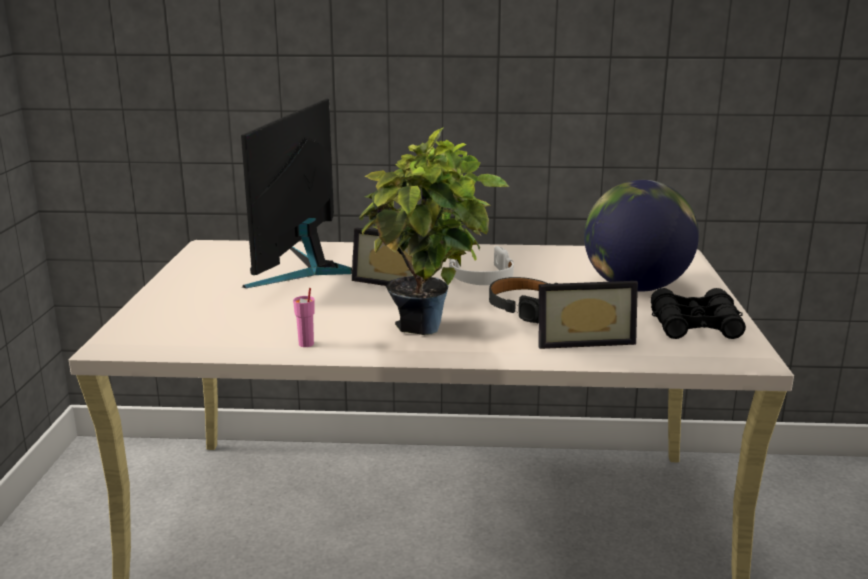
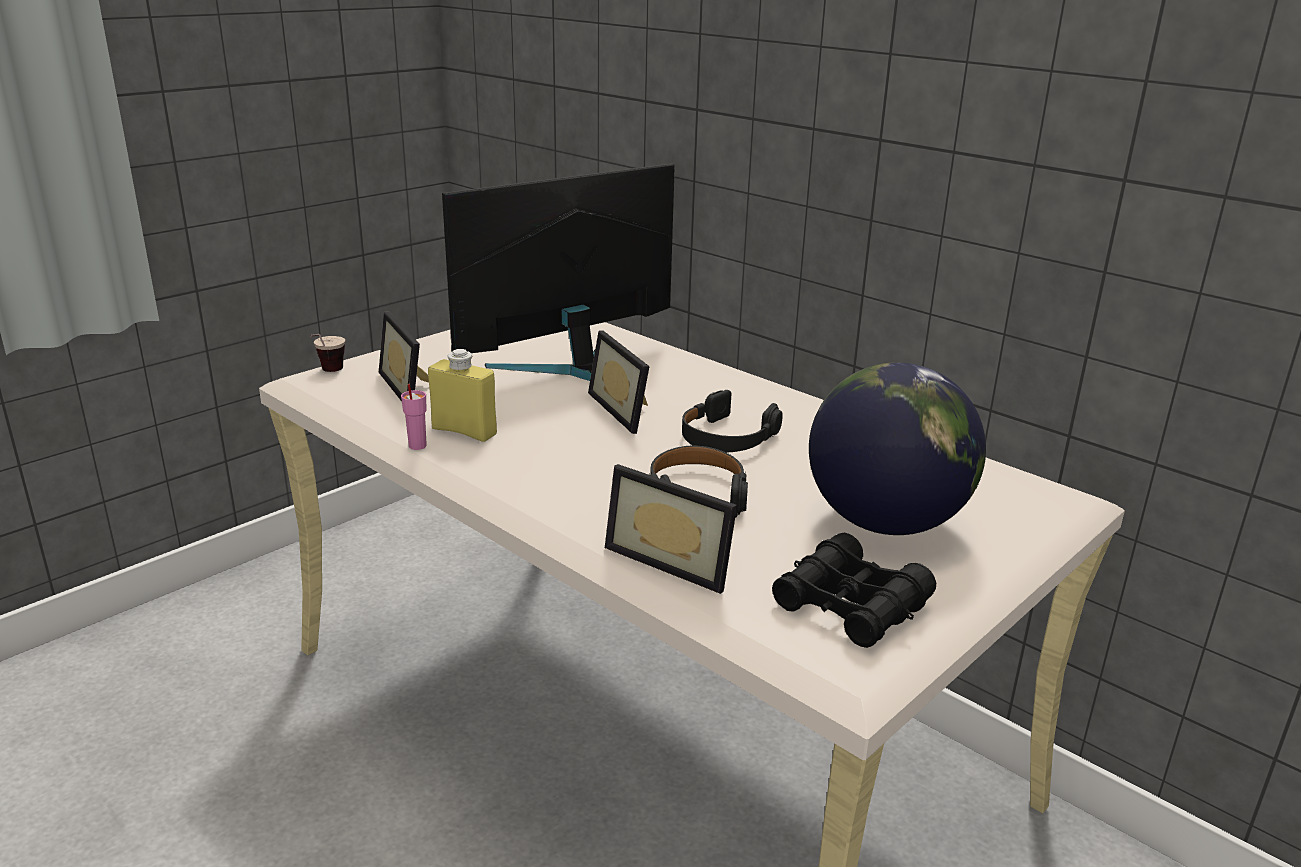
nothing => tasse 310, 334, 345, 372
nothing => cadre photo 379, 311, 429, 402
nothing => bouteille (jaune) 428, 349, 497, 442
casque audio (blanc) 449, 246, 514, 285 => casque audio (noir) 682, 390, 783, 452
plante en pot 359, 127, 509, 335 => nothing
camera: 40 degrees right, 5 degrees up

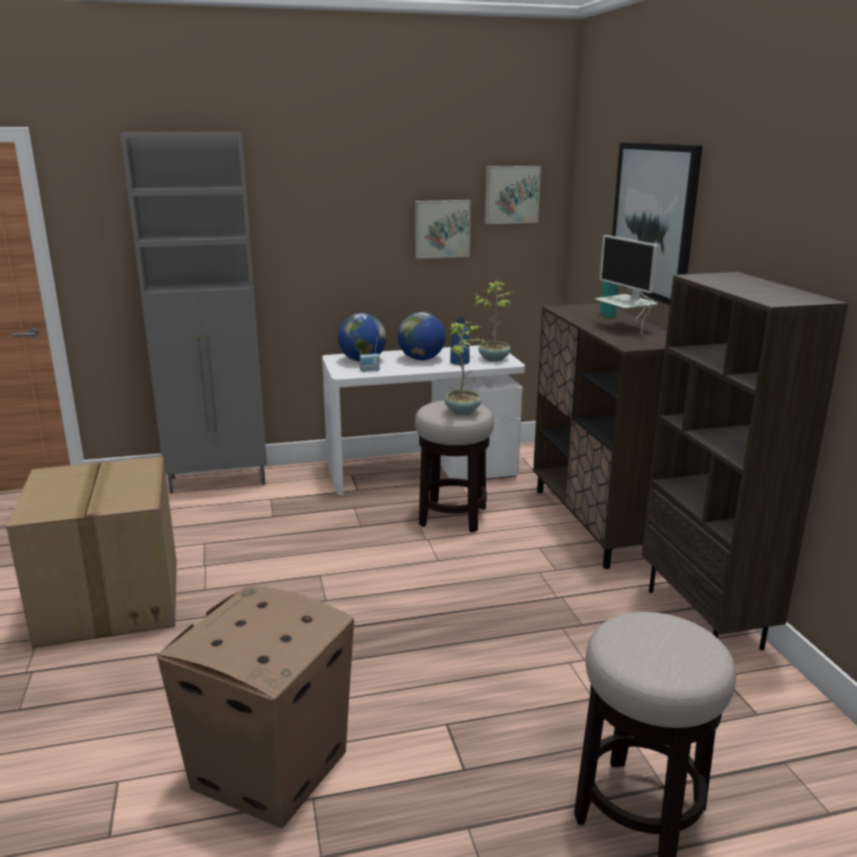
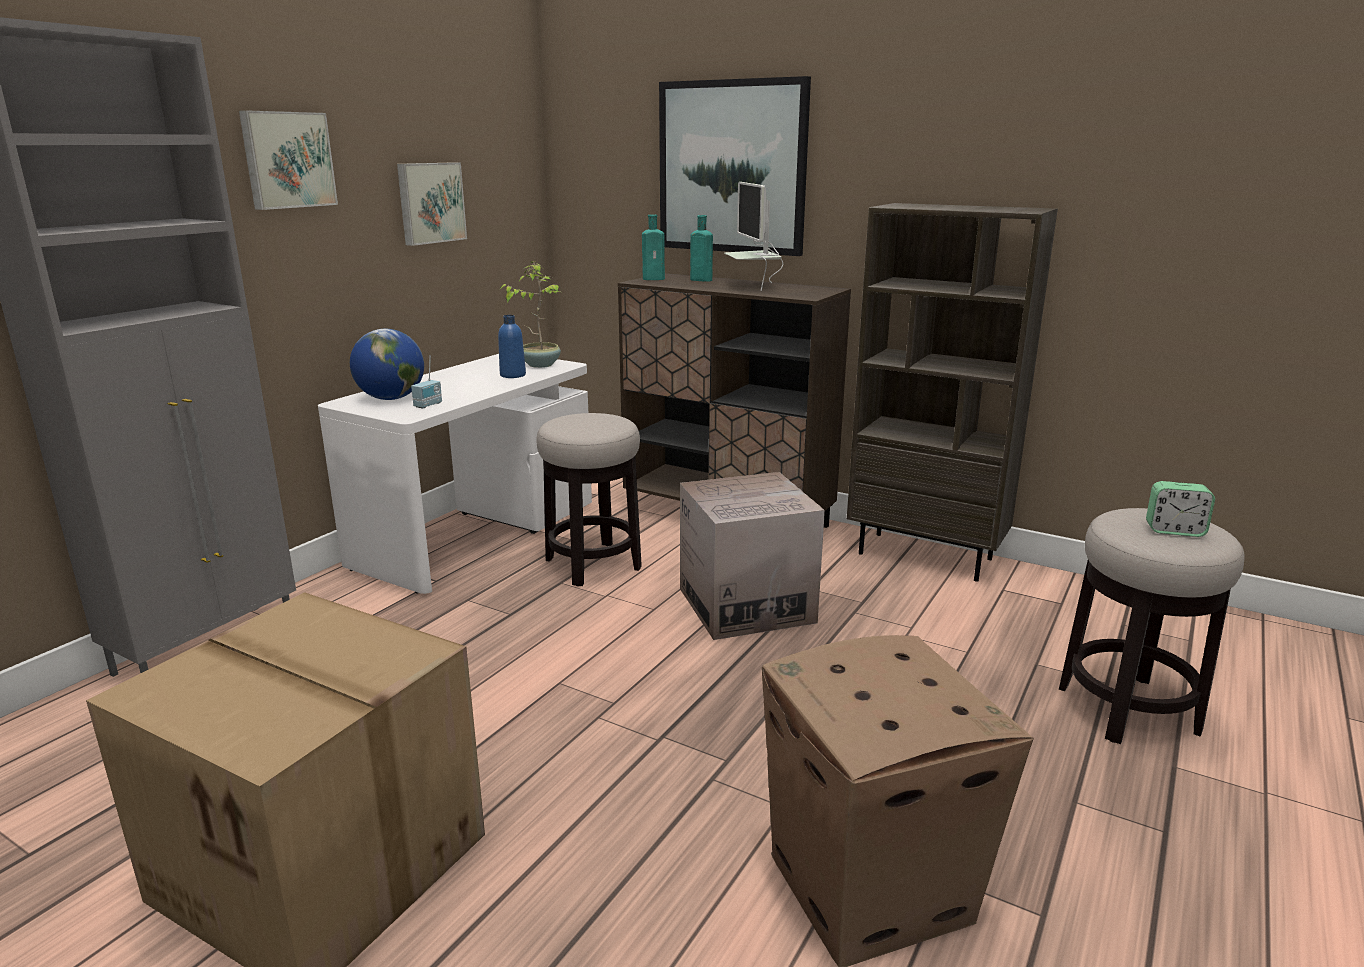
tableau 485, 166, 541, 224 => tableau 239, 110, 338, 210, shifted
nothing => bouteille (turquoise) 642, 215, 665, 280
nothing => carton 680, 472, 825, 640
écran d'ordinateur 595, 235, 658, 334 => écran d'ordinateur 724, 182, 783, 291, 60 degrees clockwise
nothing => réveil 1146, 481, 1215, 537
globe 398, 312, 446, 360 => nothing
plante en pot 444, 322, 486, 415 => nothing
camera: 45 degrees left, 0 degrees up

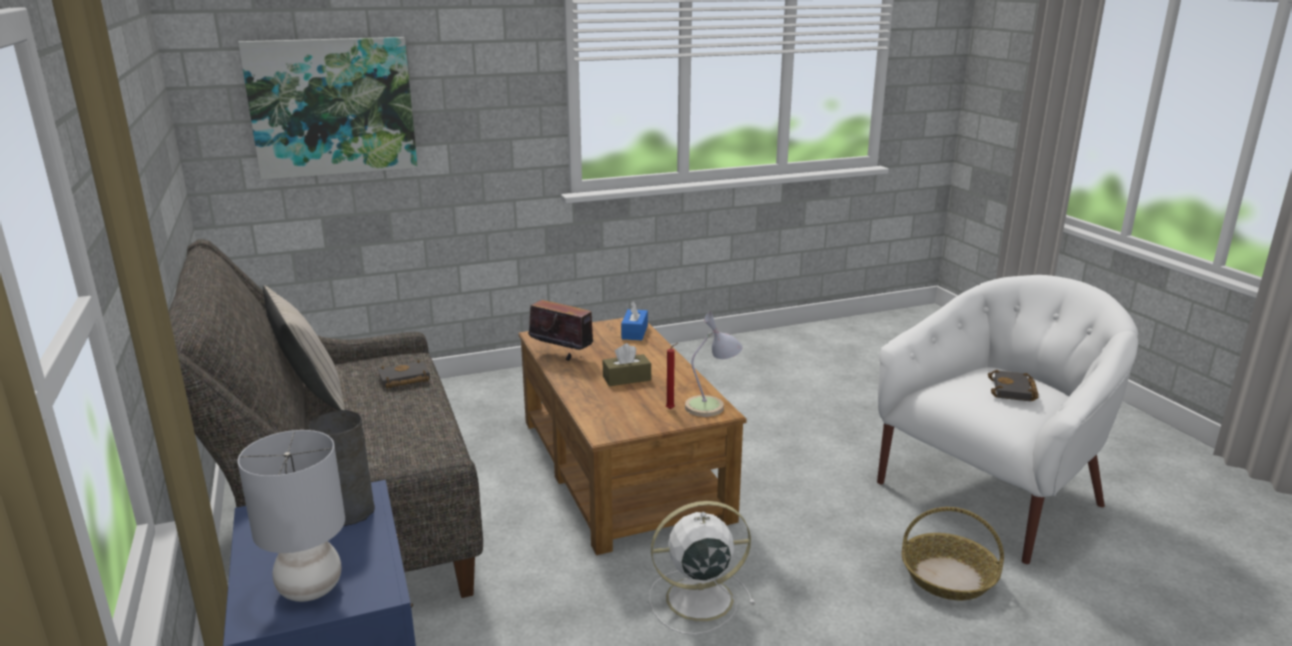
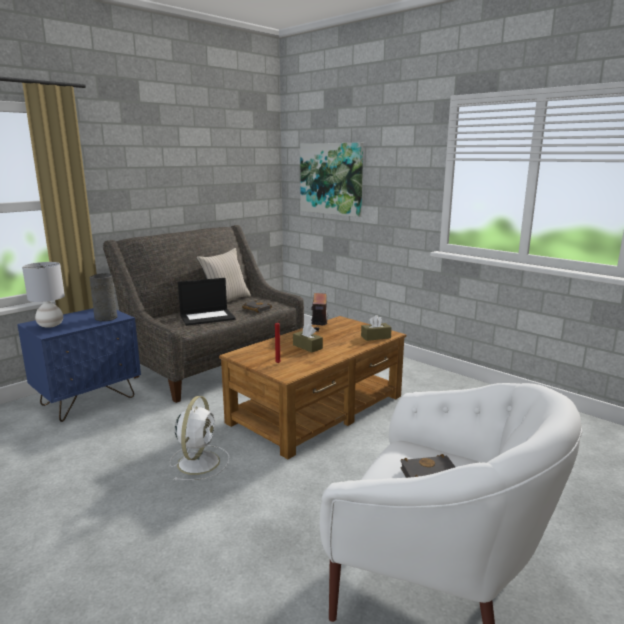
ventilateur (blanc) 649, 501, 755, 635 => ventilateur (blanc) 170, 396, 229, 480, 45 degrees clockwise
nothing => ordinateur portable 178, 278, 236, 326
boîte à mouchoirs (bleu) 621, 301, 648, 340 => boîte à mouchoirs (marron) 361, 315, 392, 341
lampe de table 685, 311, 743, 417 => nothing
panier 901, 507, 1004, 600 => nothing
camera: 65 degrees right, 5 degrees down

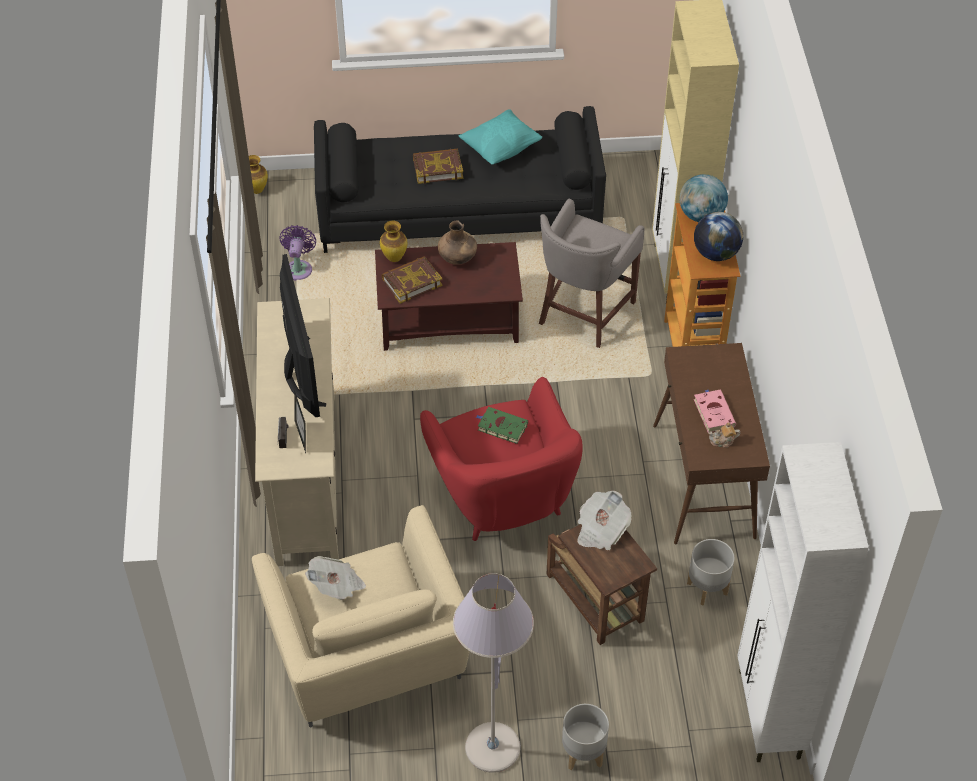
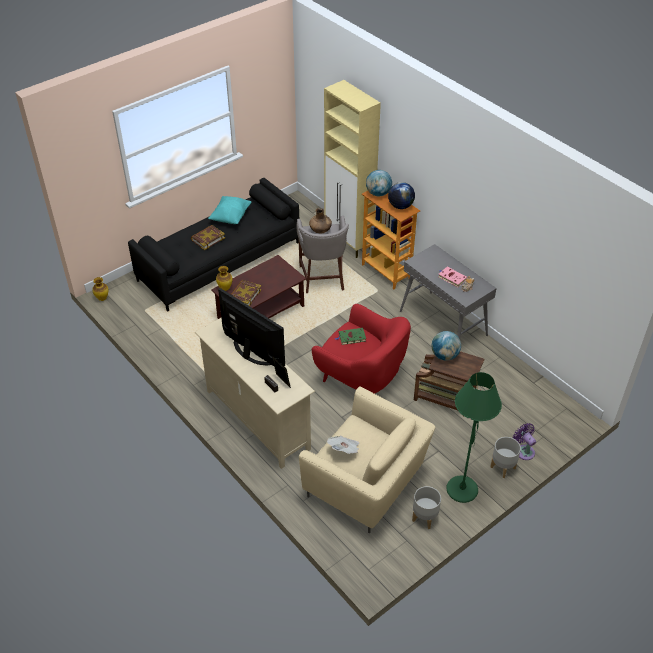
vase (marron) 438, 220, 477, 265 => vase (marron) 309, 208, 332, 234, shifted
table console (marron) 653, 343, 770, 544 => table console (gris) 400, 244, 497, 339
cache-pot (gris) 687, 539, 735, 606 => cache-pot (gris) 412, 486, 441, 529, shifted
journal 577, 491, 632, 550 => globe 432, 331, 461, 361
lampadaire (gris) 453, 573, 534, 773 => lampadaire (vert) 446, 372, 502, 503
ventilateur (violet) 280, 225, 316, 281 => ventilateur (violet) 513, 423, 536, 460, shifted
meuble de rangement (blanc) 737, 442, 869, 762 => nothing
camera: 35 degrees left, 5 degrees down

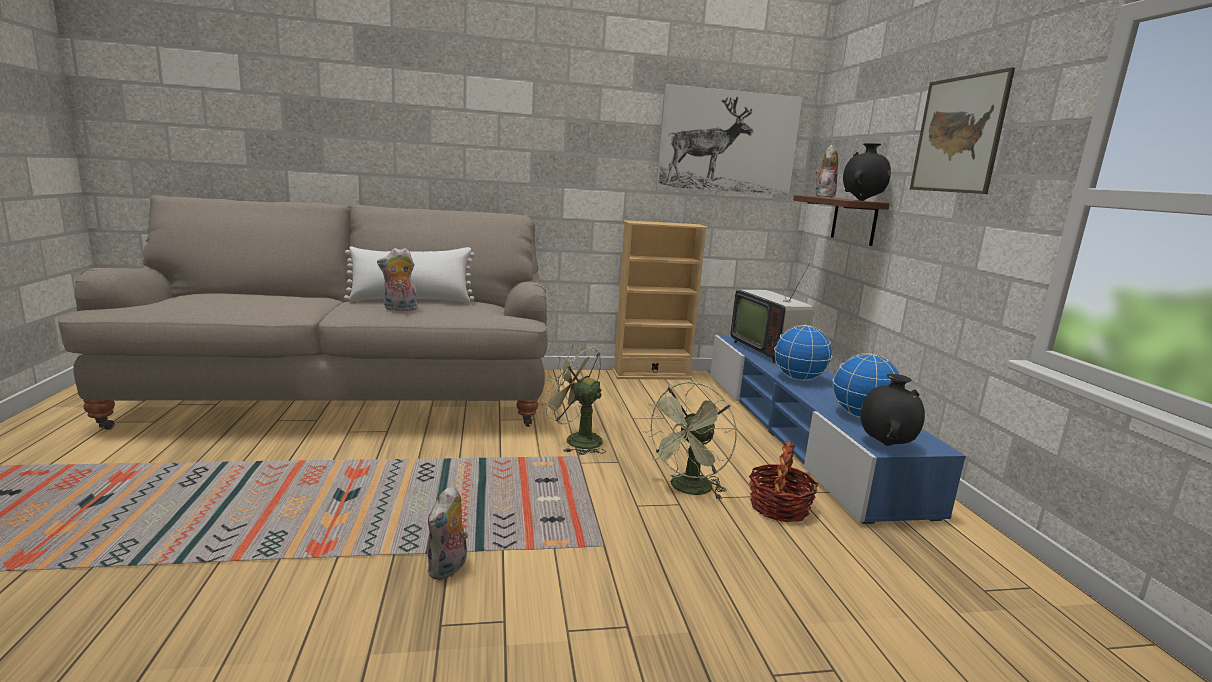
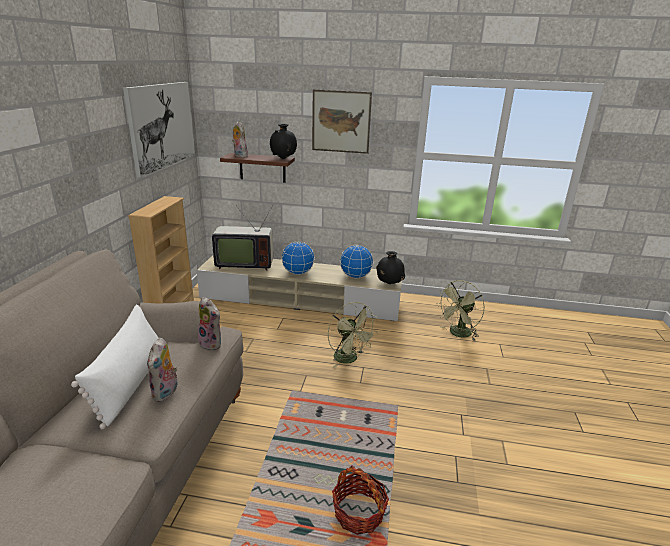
meuble télé (bleu) 710, 335, 966, 524 => meuble télé (beige) 197, 255, 402, 321
peluche 427, 485, 468, 580 => peluche 198, 297, 221, 351, shifted
panier 749, 442, 818, 522 => panier 332, 466, 389, 535, shifted
ventilateur (vert) 542, 344, 606, 455 => ventilateur (vert) 437, 280, 485, 341, shifted
camera: 70 degrees left, 10 degrees up

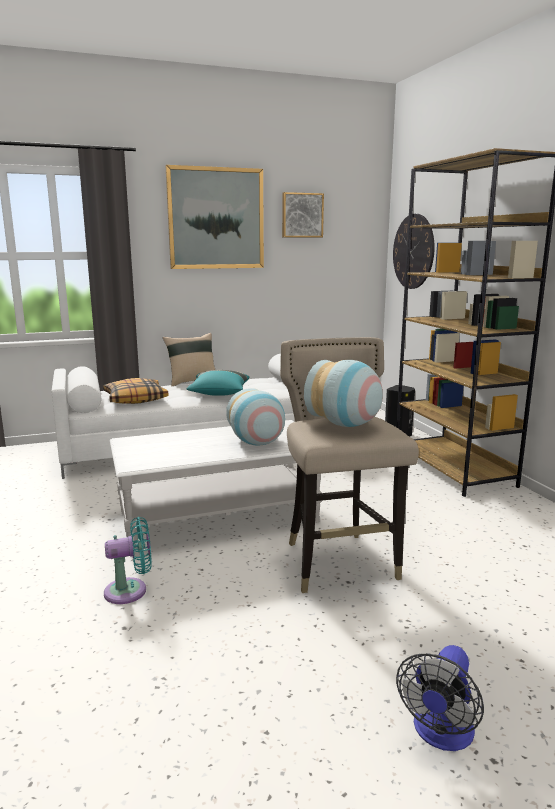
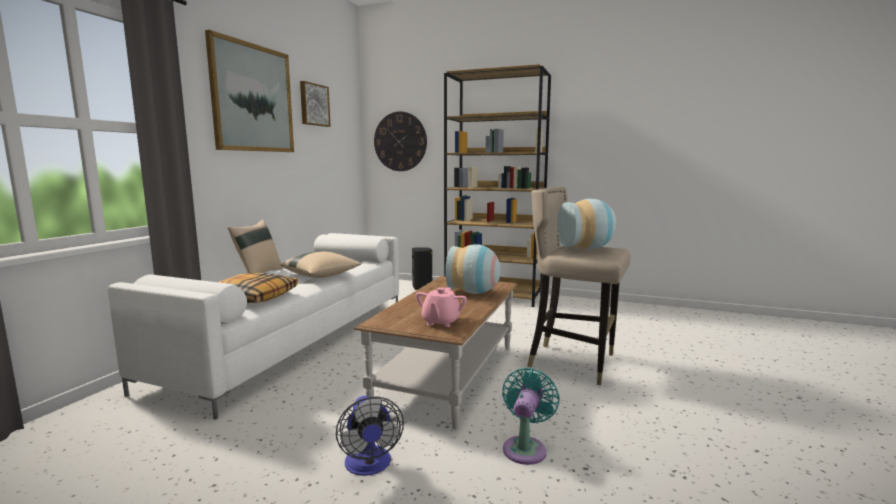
coussin (turquoise) 186, 370, 249, 396 => coussin (beige) 280, 251, 361, 278
ventilateur 396, 645, 484, 751 => ventilateur 336, 396, 404, 476, shifted
table basse (blanc) 110, 420, 322, 549 => table basse (marron) 354, 276, 518, 429
nothing => théière (rose) 416, 287, 467, 327
camera: 50 degrees left, 5 degrees down

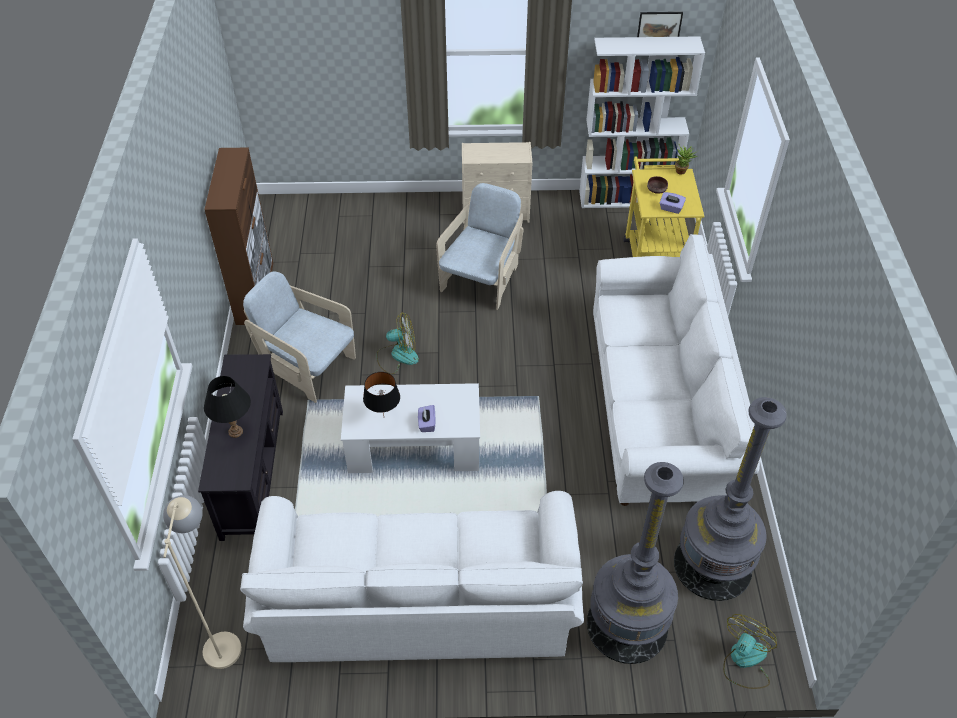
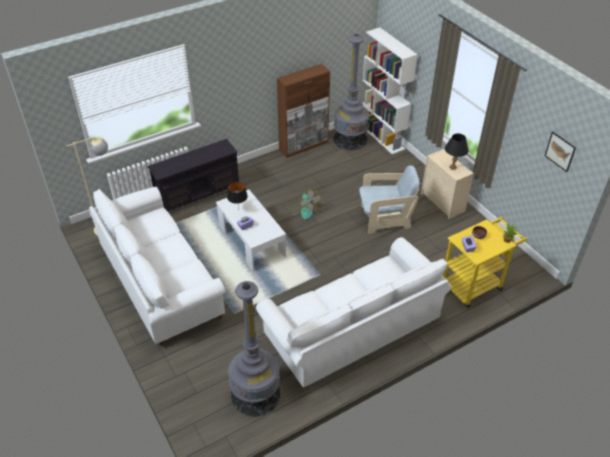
lampadaire (gris) 587, 462, 684, 664 => lampadaire (gris) 333, 34, 369, 150, shifted
bibliothèque (blanc) 579, 36, 705, 208 => bibliothèque (blanc) 363, 28, 418, 155, shifted
lampe de table (noir) 204, 376, 251, 438 => lampe de table (noir) 445, 133, 469, 170, shifted
fauteuil (beige) 243, 271, 356, 403 => nothing
ventilateur 723, 614, 777, 689 => nothing
camera: 60 degrees right, 5 degrees down

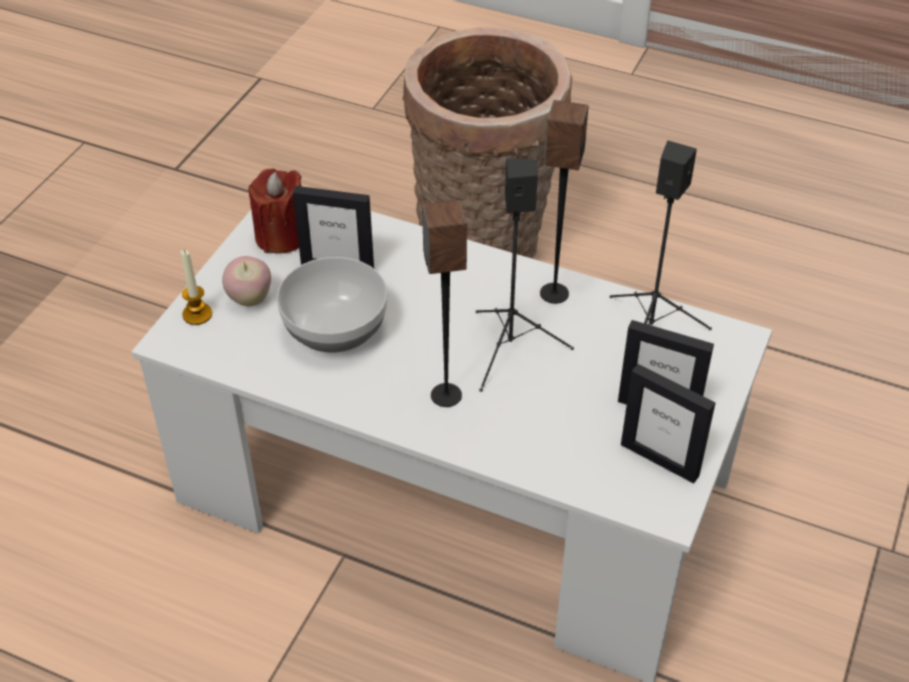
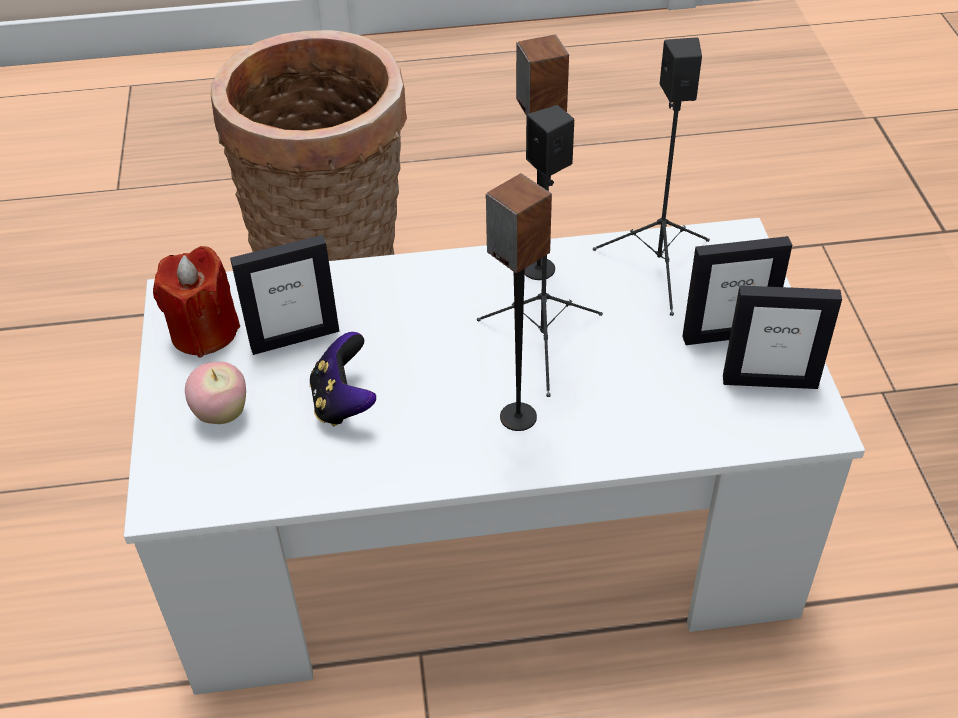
bol 277, 257, 388, 353 => manette 310, 332, 376, 426
bougie 180, 250, 212, 325 => nothing
camera: 30 degrees left, 0 degrees up

